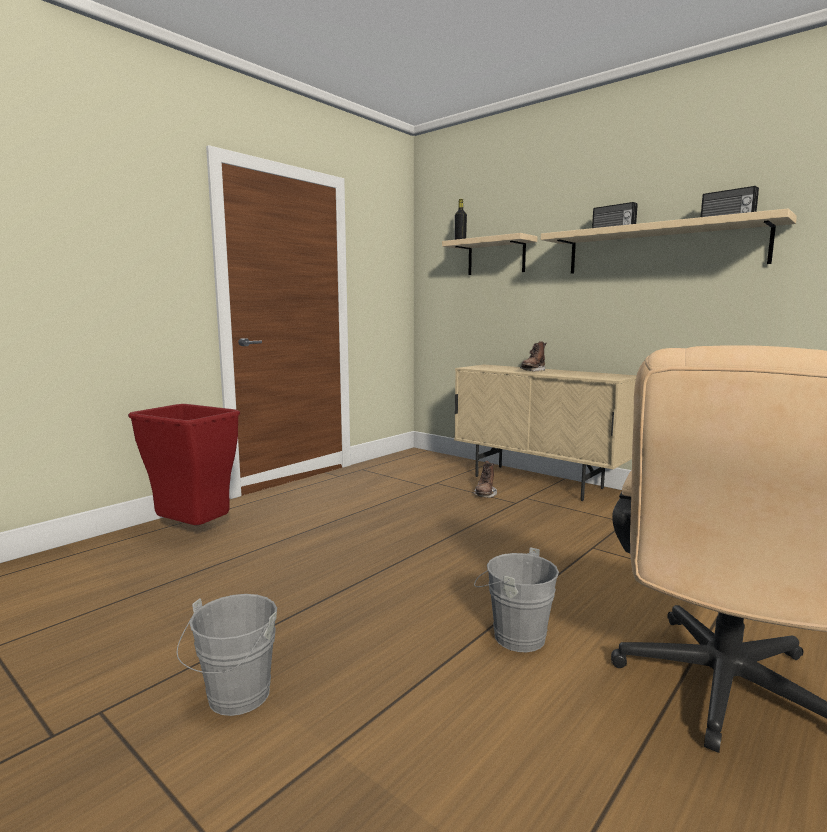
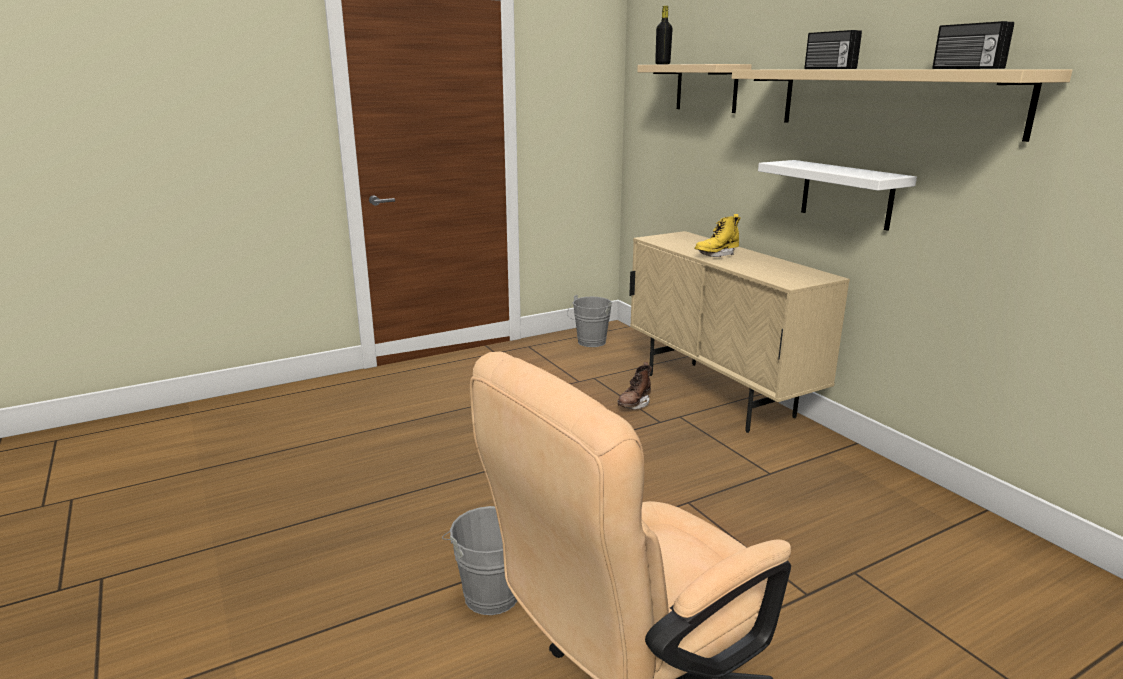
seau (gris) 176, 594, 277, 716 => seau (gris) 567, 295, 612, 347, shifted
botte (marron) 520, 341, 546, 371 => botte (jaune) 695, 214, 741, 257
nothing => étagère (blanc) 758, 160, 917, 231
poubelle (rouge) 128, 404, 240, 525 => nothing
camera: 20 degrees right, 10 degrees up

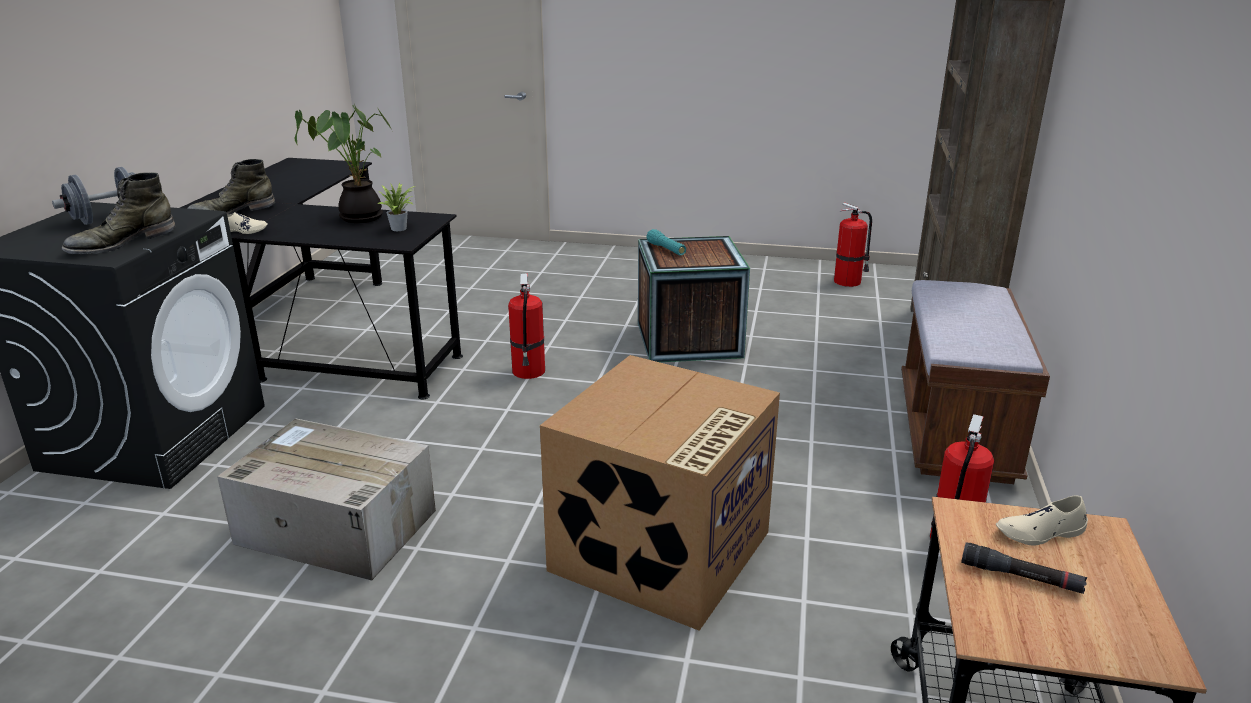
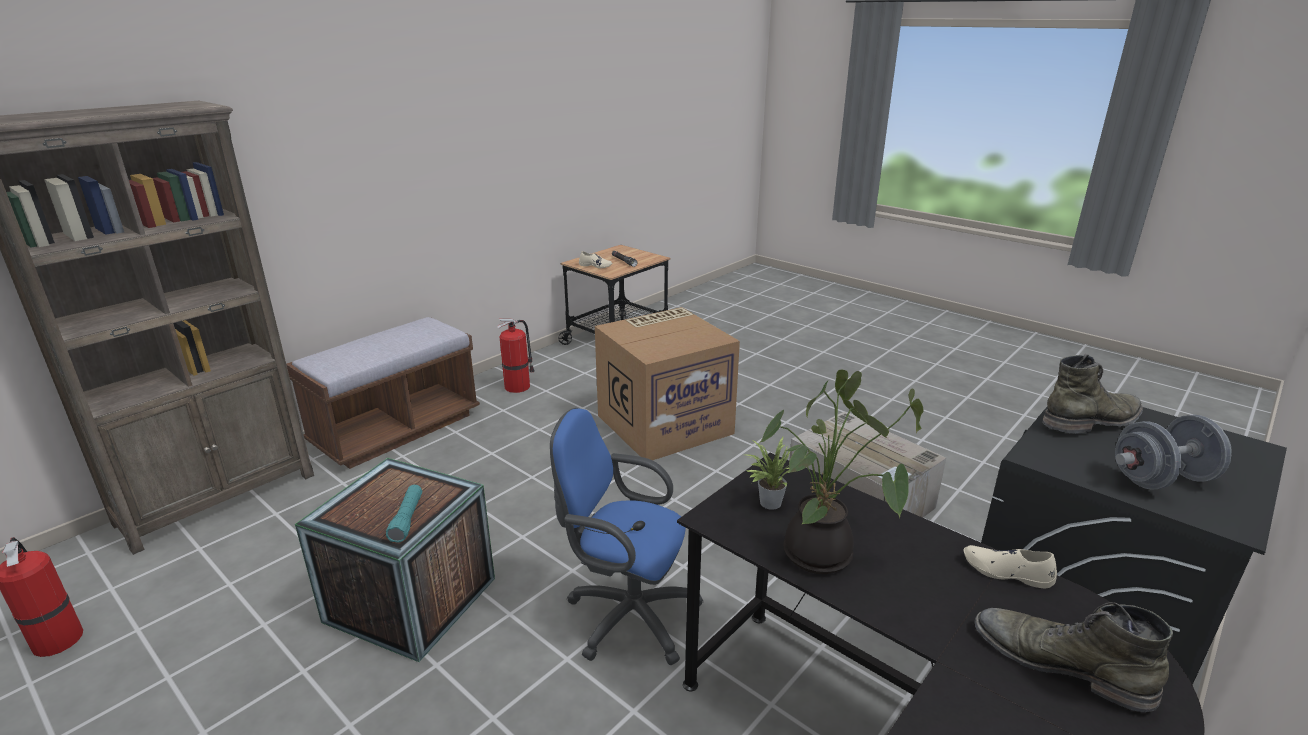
extincteur 508, 274, 545, 379 => chaise de bureau (bleu) 550, 408, 703, 665
botte (vert) 187, 159, 275, 214 => botte (vert) 975, 602, 1173, 712, 135 degrees counterclockwise
camera: 150 degrees left, 0 degrees up

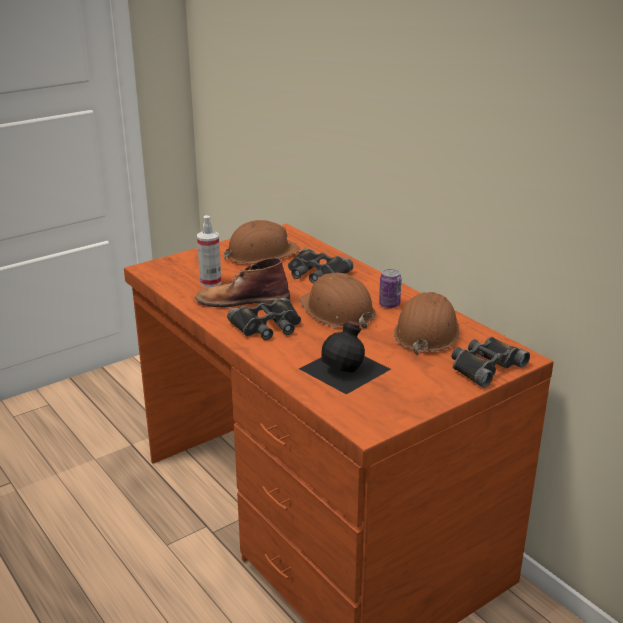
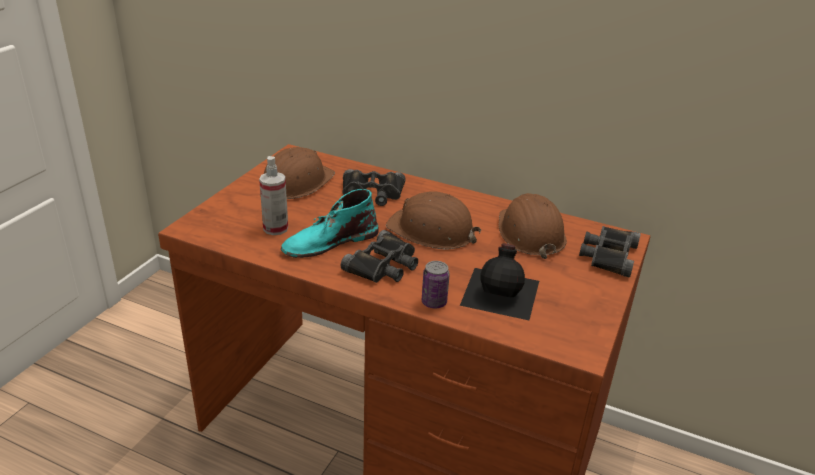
botte (marron) 196, 258, 290, 307 => botte (turquoise) 281, 189, 378, 258
boîte métallique 379, 269, 401, 308 => boîte métallique 422, 261, 450, 309, shifted
camera: 30 degrees left, 5 degrees up

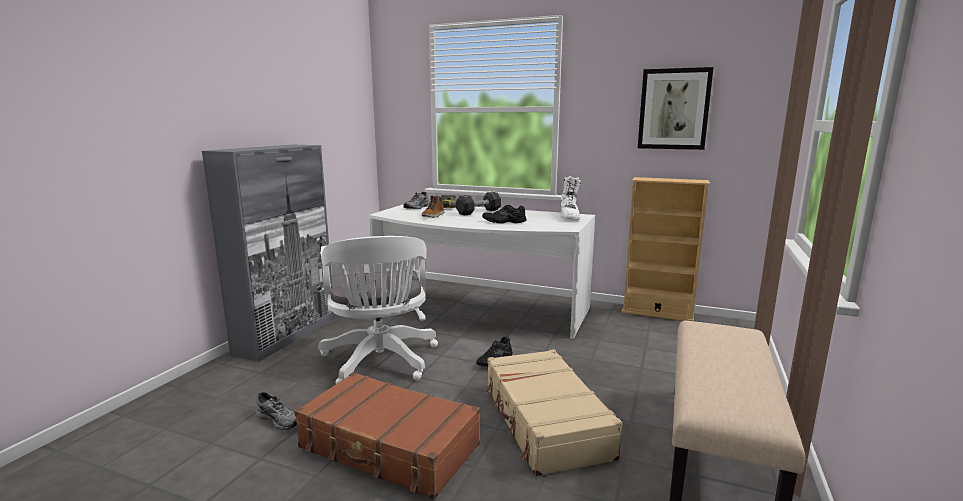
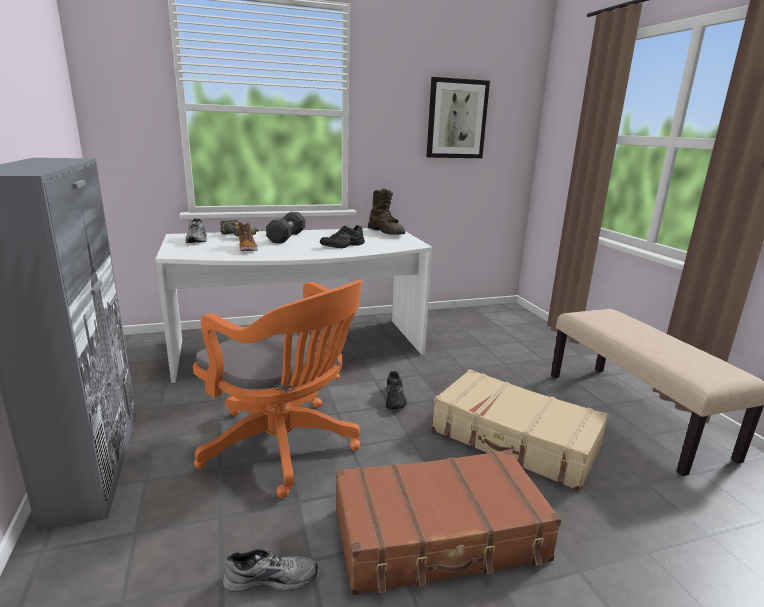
chaise de bureau (blanc) 318, 236, 438, 384 => chaise de bureau (orange) 193, 280, 362, 498
botte (blanc) 561, 176, 581, 219 => botte (marron) 368, 189, 405, 235
bibliothèque (beige) 622, 177, 710, 321 => nothing
camera: 40 degrees left, 5 degrees up

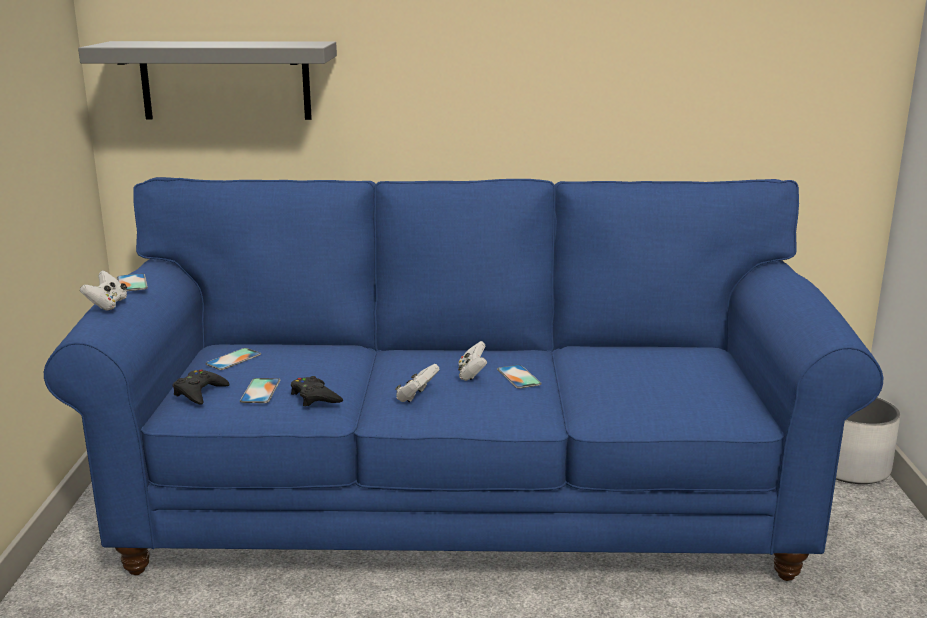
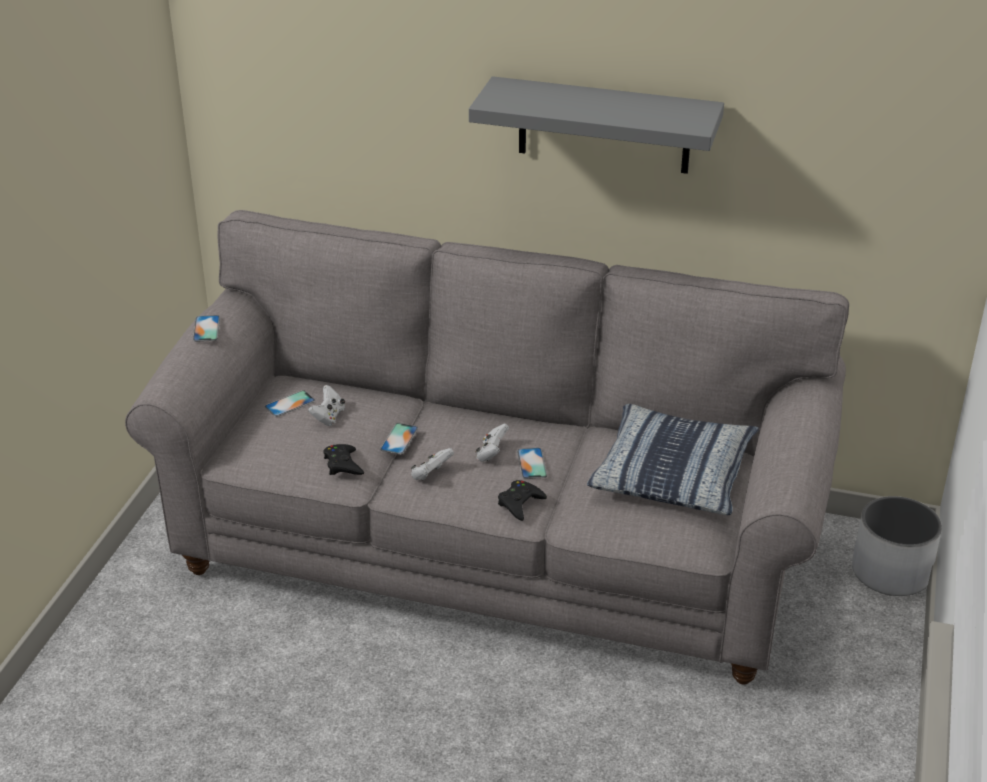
canapé (bleu) 44, 177, 883, 581 => canapé (gris) 125, 210, 849, 685
manette (blanc) 80, 271, 127, 311 => manette (blanc) 308, 385, 345, 426, shifted
téléphone 240, 378, 281, 403 => téléphone 380, 423, 418, 455, shifted
étagère (gris) 78, 41, 337, 120 => étagère (gris) 469, 76, 724, 174, shifted
manette (noir) 173, 370, 230, 405 => manette (noir) 498, 480, 547, 521, shifted
nothing => coussin 587, 404, 759, 515
camera: 15 degrees right, 15 degrees up

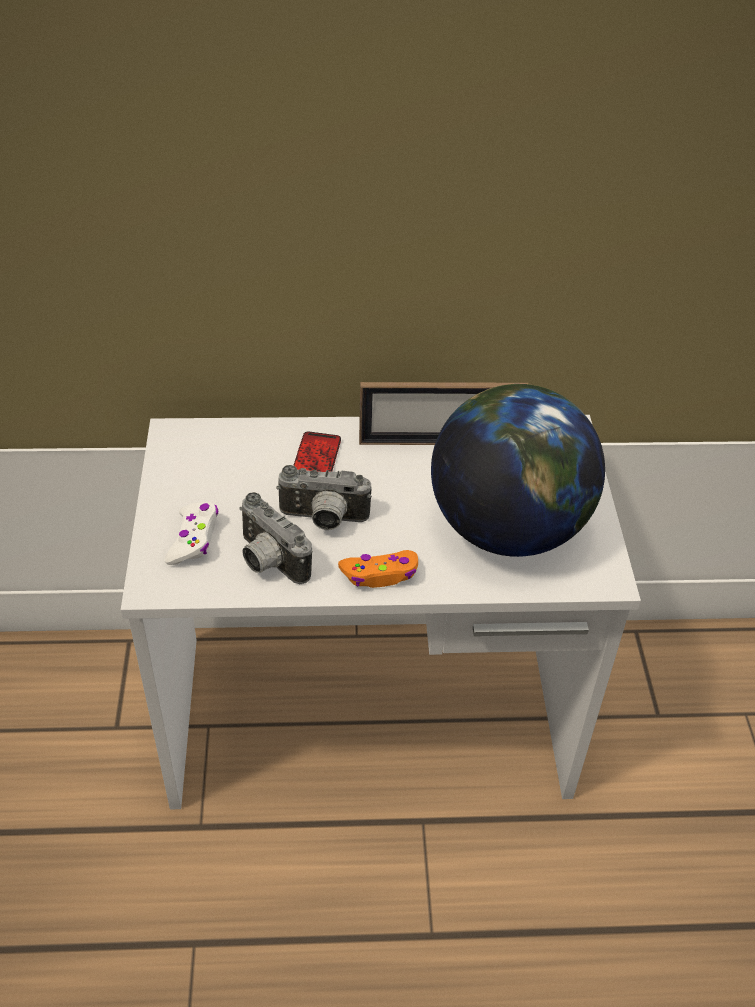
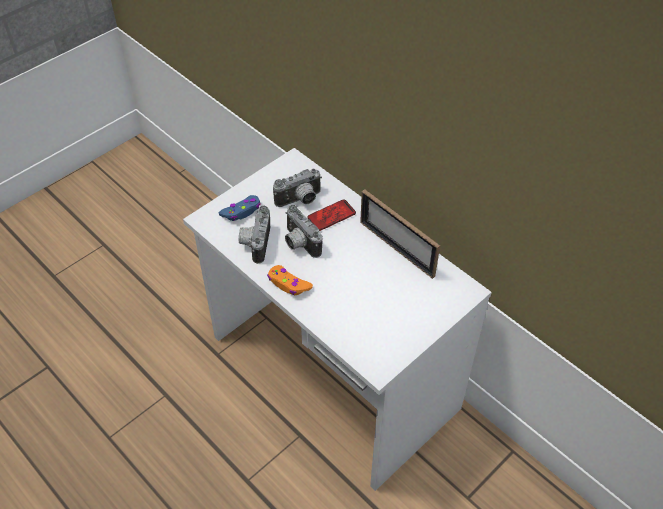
manette (blanc) 165, 502, 218, 565 => manette (bleu) 219, 195, 261, 221
nothing => appareil photo 273, 169, 322, 207
globe 431, 384, 605, 557 => nothing
camera: 50 degrees right, 5 degrees up

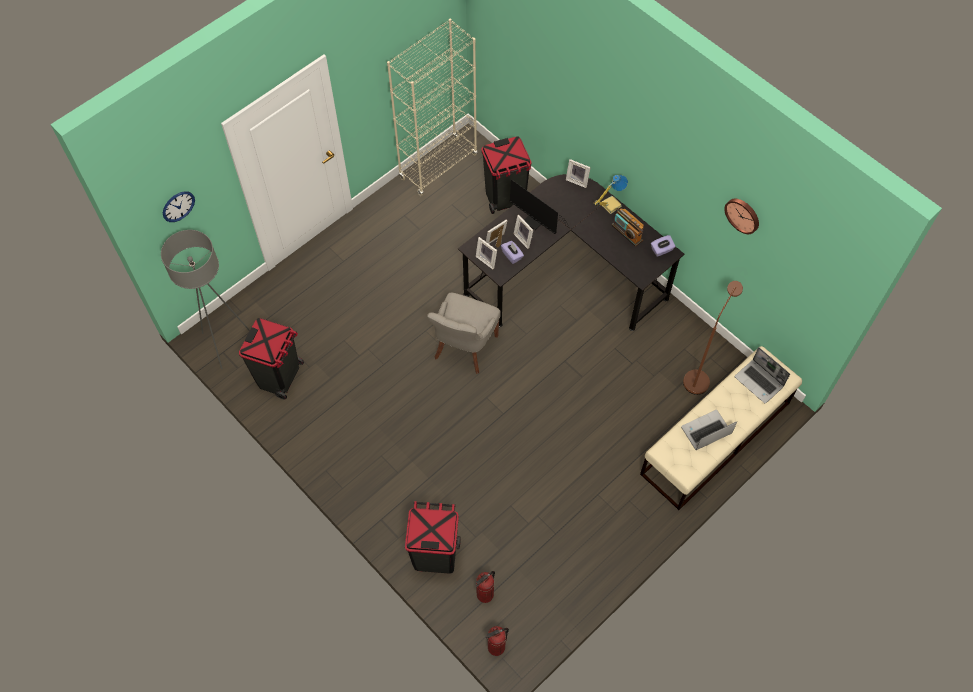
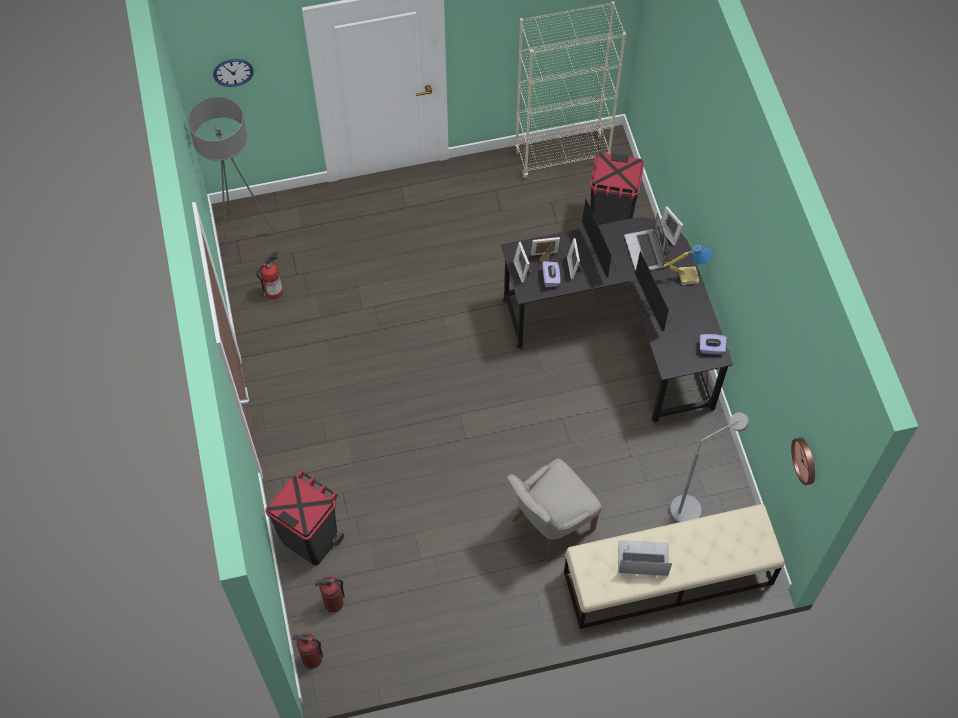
poubelle (noir) 239, 318, 304, 399 => extincteur 256, 251, 283, 300
chaise (gris) 427, 293, 501, 374 => chaise (gris) 507, 458, 602, 562, shifted
ordinateur portable 735, 347, 790, 403 => ordinateur portable 624, 212, 670, 271, shifted
nothing => écran d'ordinateur 635, 251, 675, 332
lampadaire (marron) 683, 281, 743, 395 => lampadaire (gris) 670, 412, 749, 523
horloge murale 724, 199, 759, 234 => horloge murale 791, 437, 815, 485, shifted
radio 612, 208, 644, 247 => nothing
camera: 30 degrees right, 0 degrees up

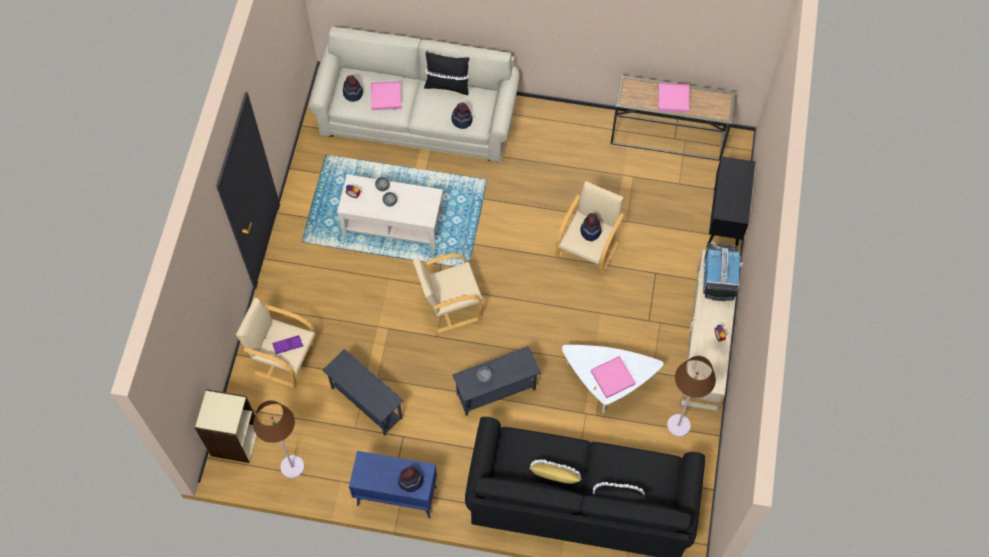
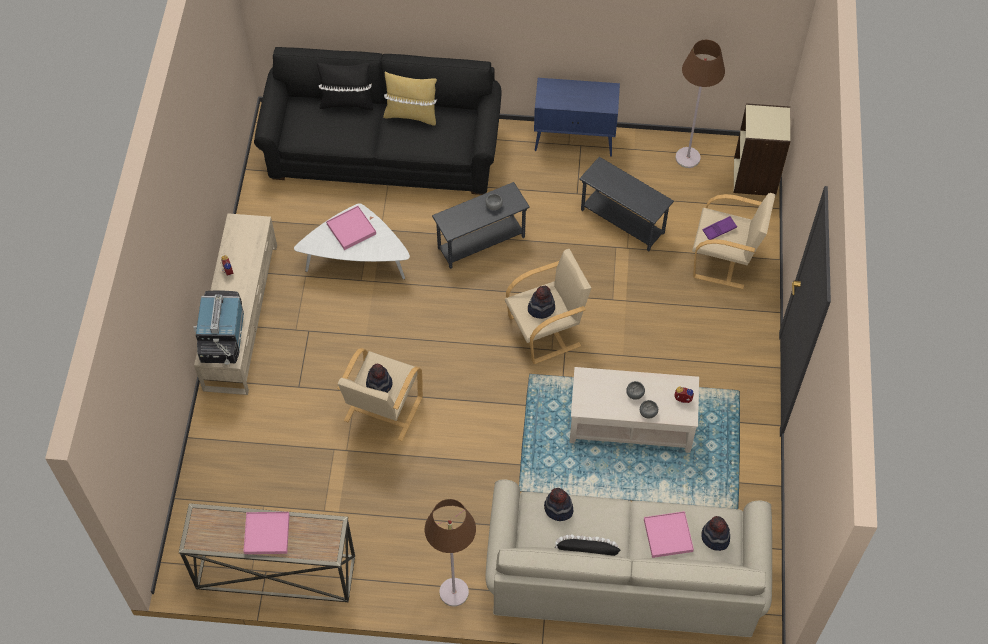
lampadaire (marron) 667, 356, 716, 437 => lampadaire (marron) 425, 499, 476, 606, shifted
chapeau 398, 467, 424, 492 => chapeau 528, 286, 555, 319, shifted
meuble de rangement (noir) 706, 156, 755, 247 => nothing
camera: 175 degrees right, 5 degrees down

